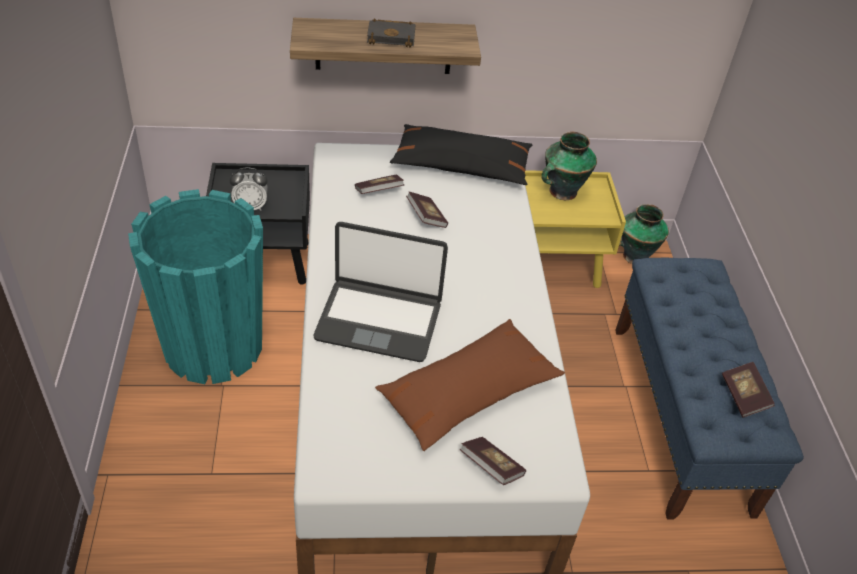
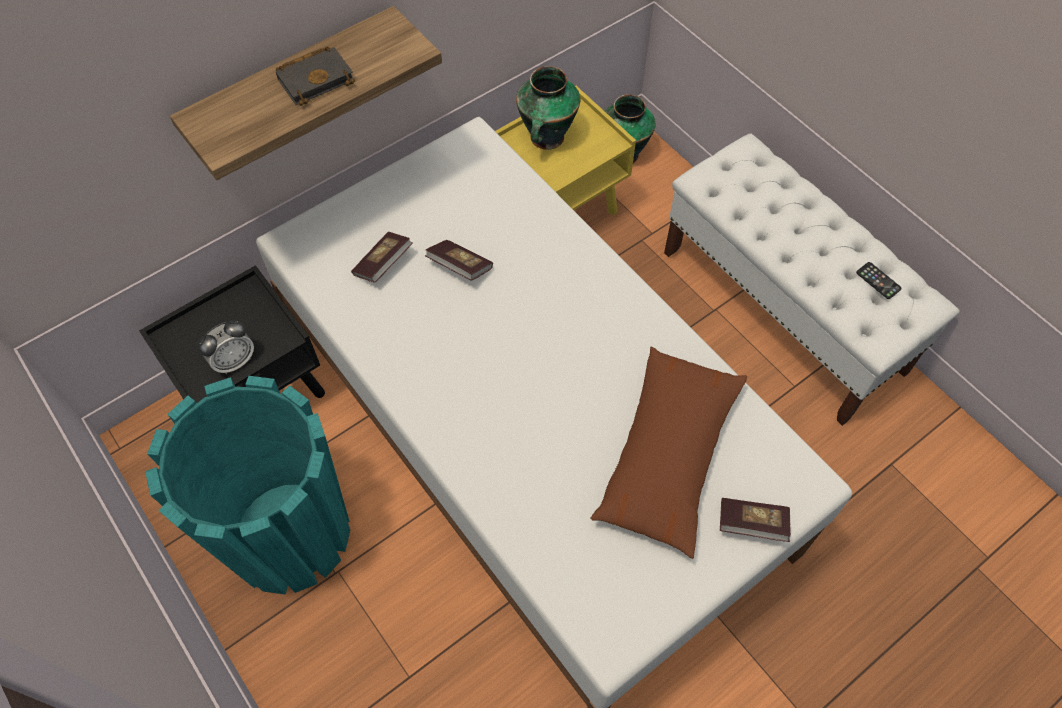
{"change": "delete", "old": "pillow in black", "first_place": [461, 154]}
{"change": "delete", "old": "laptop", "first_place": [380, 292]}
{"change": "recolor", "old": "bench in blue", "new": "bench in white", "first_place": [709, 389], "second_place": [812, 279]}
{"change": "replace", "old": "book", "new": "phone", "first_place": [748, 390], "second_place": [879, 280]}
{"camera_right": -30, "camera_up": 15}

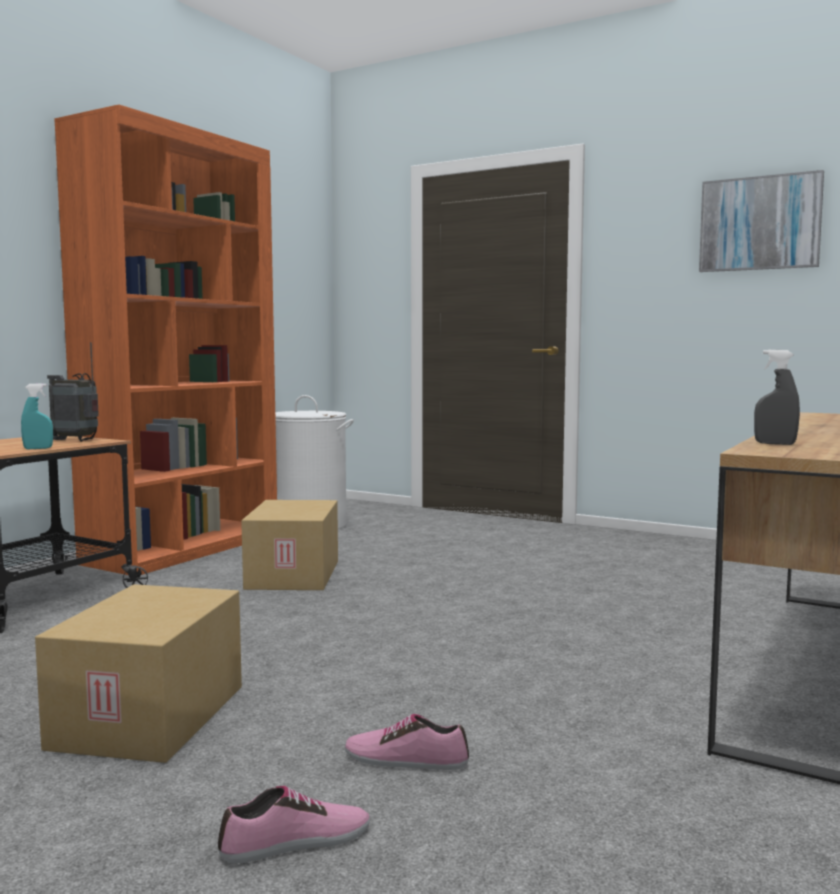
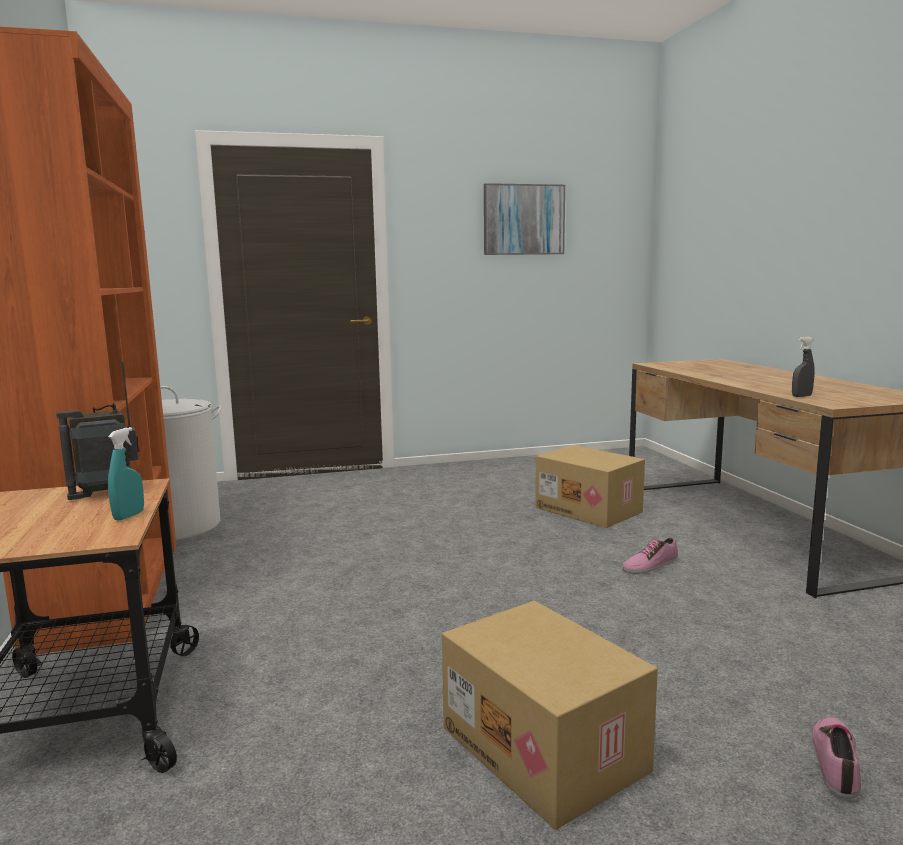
{"change": "move", "old": "cardboard box", "first_place": [289, 545], "second_place": [590, 486]}
{"change": "move", "old": "shoe", "first_place": [407, 742], "second_place": [650, 555]}
{"camera_right": -45, "camera_up": 5}

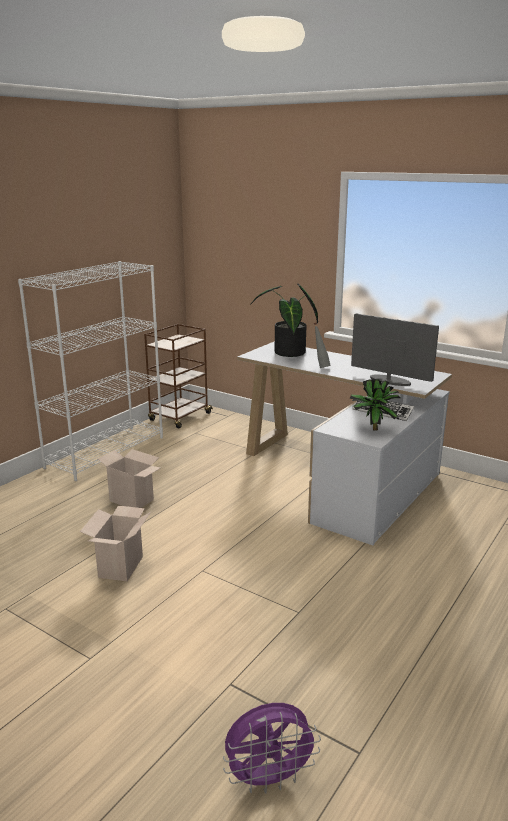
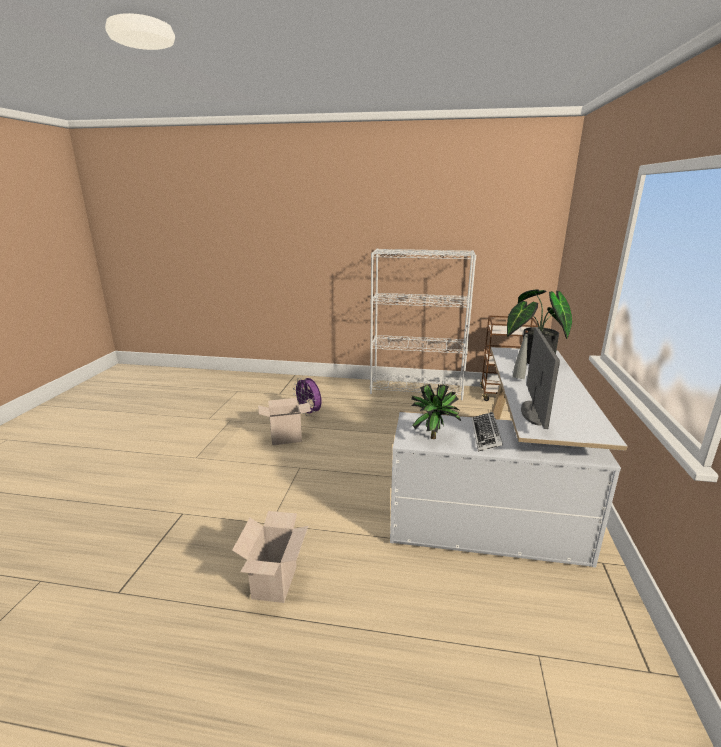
{"change": "move", "old": "cardboard box", "first_place": [129, 478], "second_place": [270, 557]}
{"change": "move", "old": "fan in purple", "first_place": [272, 748], "second_place": [307, 397]}
{"camera_right": 65, "camera_up": 0}

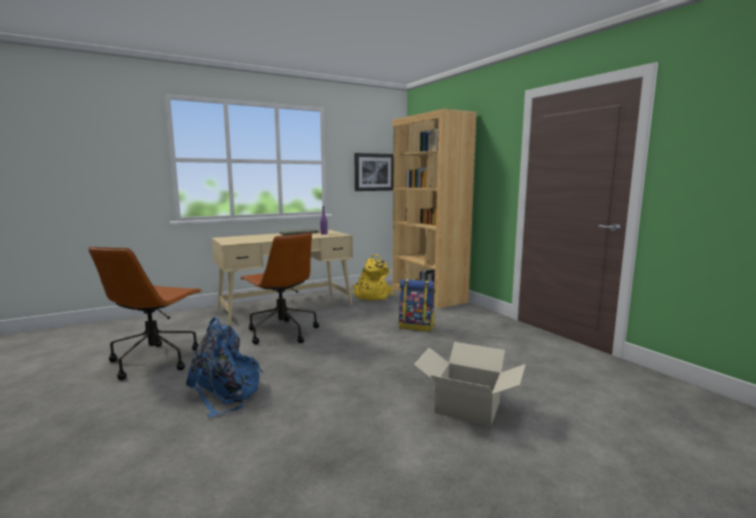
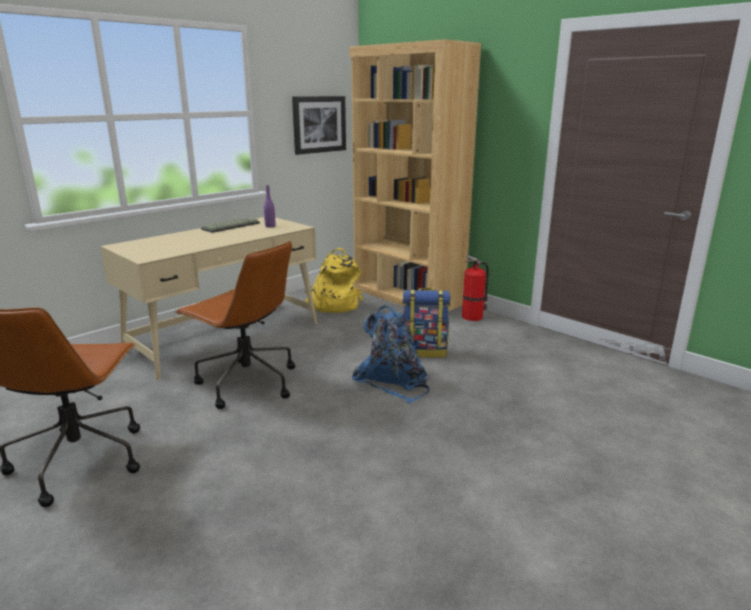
{"change": "move", "old": "backpack in blue", "first_place": [225, 367], "second_place": [391, 354]}
{"change": "delete", "old": "cardboard box", "first_place": [470, 384]}
{"change": "insert", "new": "fire extinguisher", "second_place": [475, 288]}
{"camera_right": -15, "camera_up": 10}

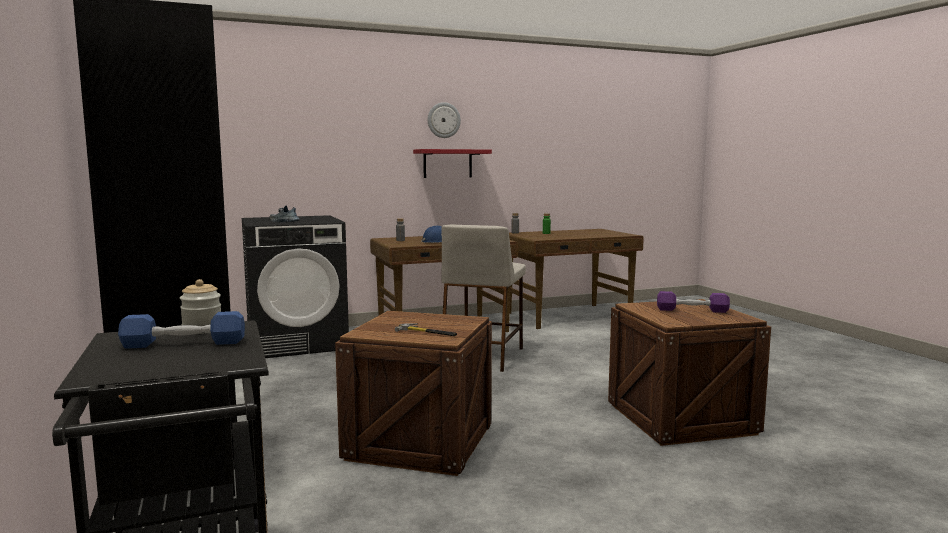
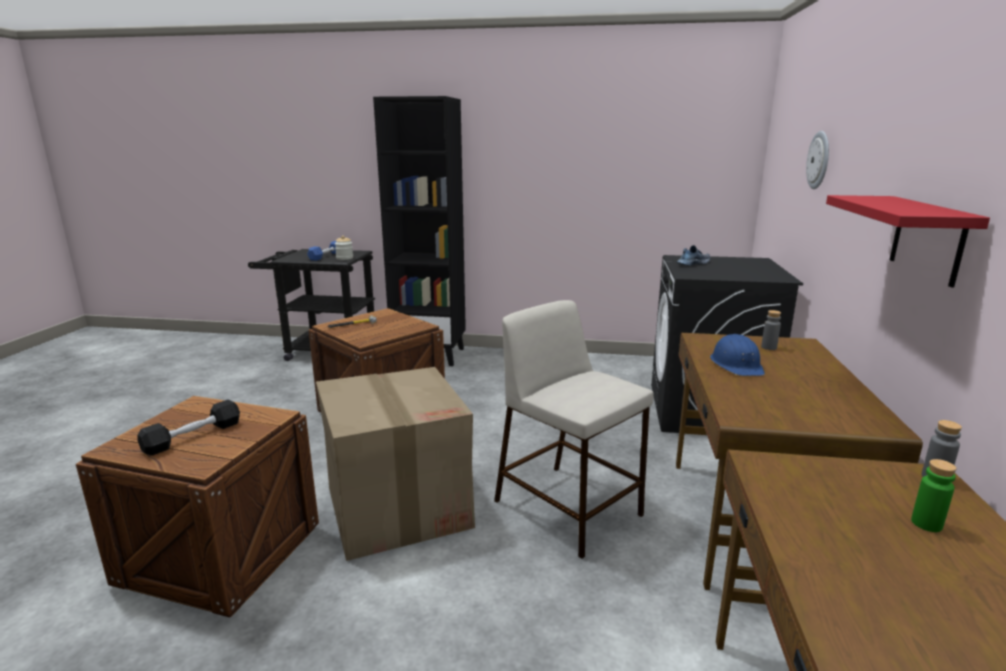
{"change": "move", "old": "wall clock", "first_place": [444, 120], "second_place": [817, 160]}
{"change": "recolor", "old": "dumbbell in purple", "new": "dumbbell in black", "first_place": [693, 302], "second_place": [189, 428]}
{"change": "insert", "new": "cardboard box", "second_place": [395, 464]}
{"camera_right": 120, "camera_up": 10}

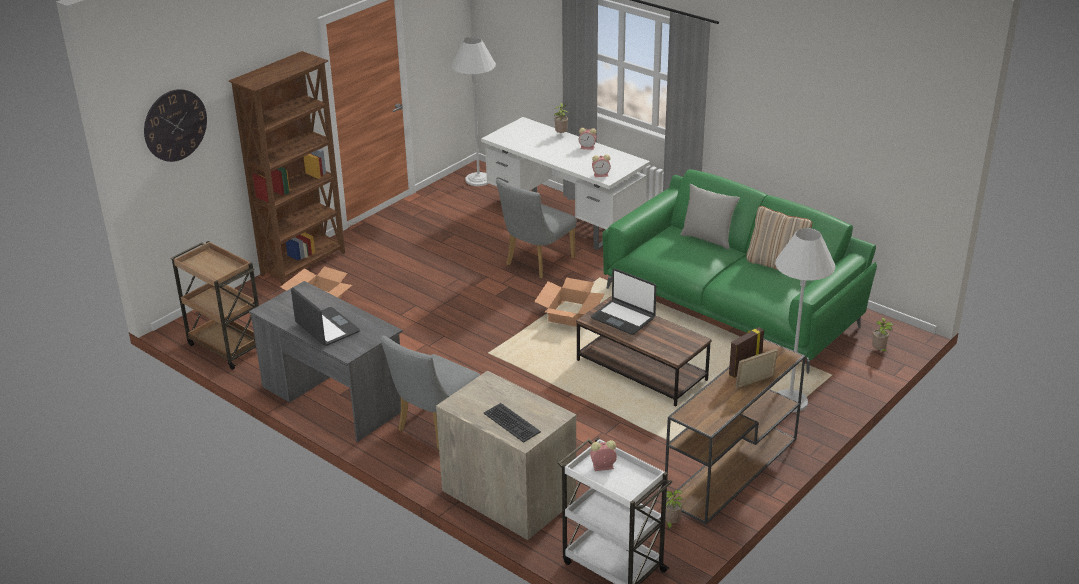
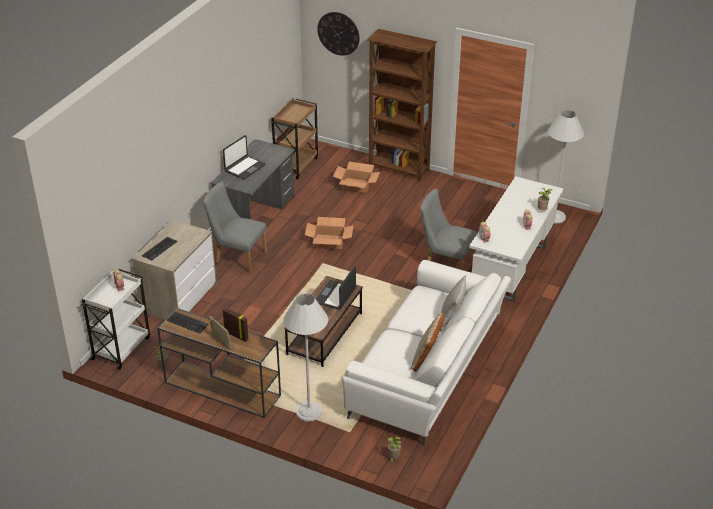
{"change": "recolor", "old": "sofa in green", "new": "sofa in white", "first_place": [739, 271], "second_place": [426, 353]}
{"change": "move", "old": "cardboard box", "first_place": [569, 302], "second_place": [329, 233]}
{"change": "insert", "new": "keyboard", "second_place": [187, 322]}
{"camera_right": 75, "camera_up": 5}

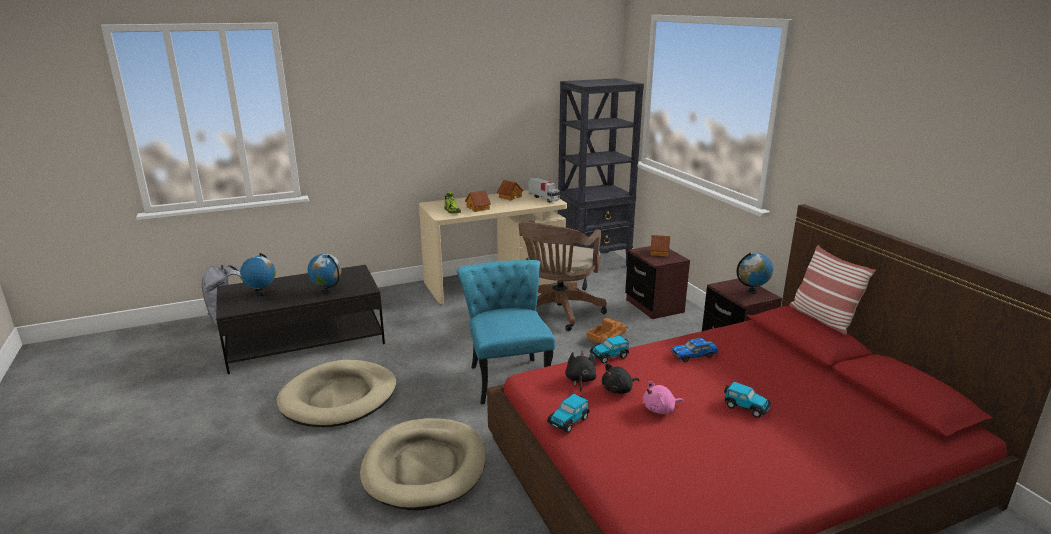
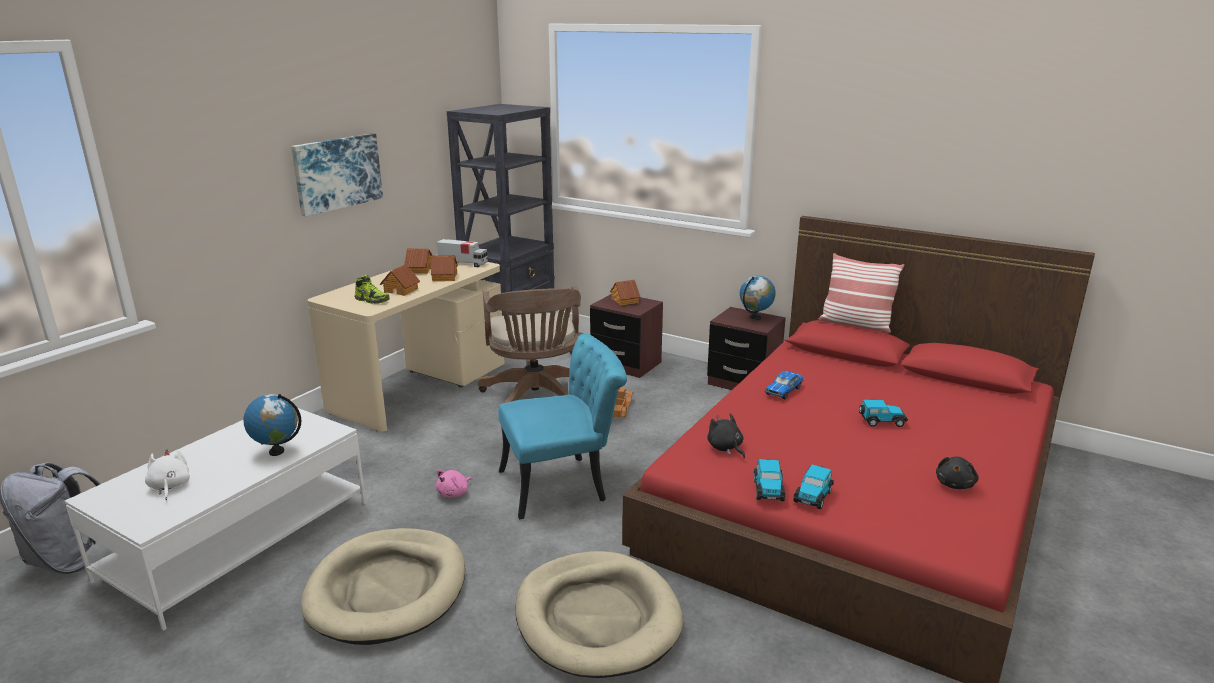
{"change": "replace", "old": "globe", "new": "plush toy in white", "first_place": [258, 274], "second_place": [167, 474]}
{"change": "rotate", "old": "chair in turquoise", "first_place": [506, 332], "second_place": [562, 426], "degrees": 120}
{"change": "recolor", "old": "coffee table in black", "new": "coffee table in white", "first_place": [300, 319], "second_place": [215, 519]}
{"change": "move", "old": "toy car", "first_place": [609, 349], "second_place": [813, 486]}
{"change": "move", "old": "plush toy in black", "first_place": [620, 379], "second_place": [957, 473]}
{"change": "move", "old": "plush toy in pink", "first_place": [663, 397], "second_place": [454, 483]}
{"change": "insert", "new": "picture", "second_place": [337, 175]}
{"change": "insert", "new": "toy house", "second_place": [444, 268]}
{"camera_right": -35, "camera_up": 0}

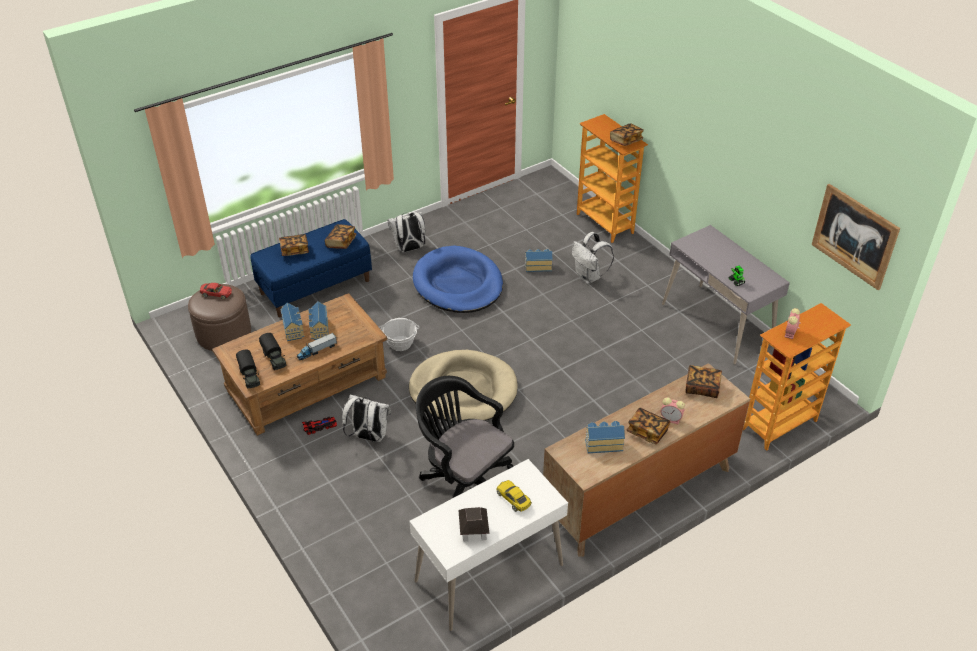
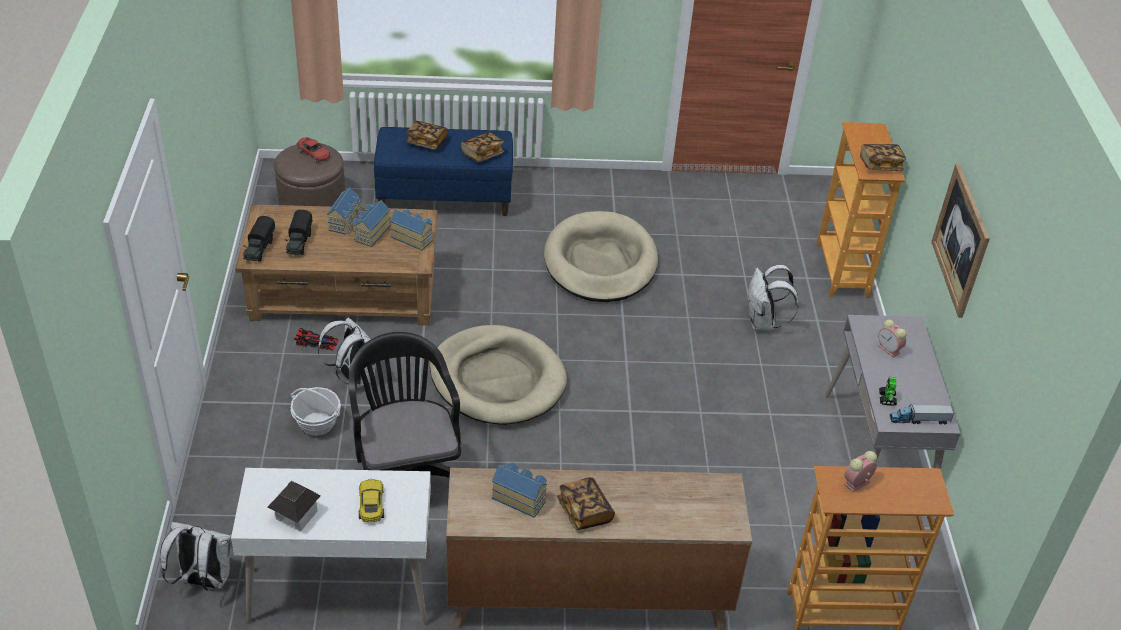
{"change": "move", "old": "picture", "first_place": [856, 237], "second_place": [960, 241]}
{"change": "move", "old": "backpack in white", "first_place": [406, 232], "second_place": [196, 556]}
{"change": "recolor", "old": "dog bed in blue", "new": "dog bed in beige", "first_place": [458, 279], "second_place": [601, 256]}
{"change": "move", "old": "toy house", "first_place": [539, 260], "second_place": [411, 229]}
{"change": "move", "old": "basket", "first_place": [400, 334], "second_place": [316, 411]}
{"change": "move", "old": "toy truck", "first_place": [317, 346], "second_place": [922, 414]}
{"change": "delete", "old": "book", "first_place": [703, 381]}
{"change": "move", "old": "alarm clock", "first_place": [673, 410], "second_place": [892, 338]}
{"camera_right": 30, "camera_up": 0}

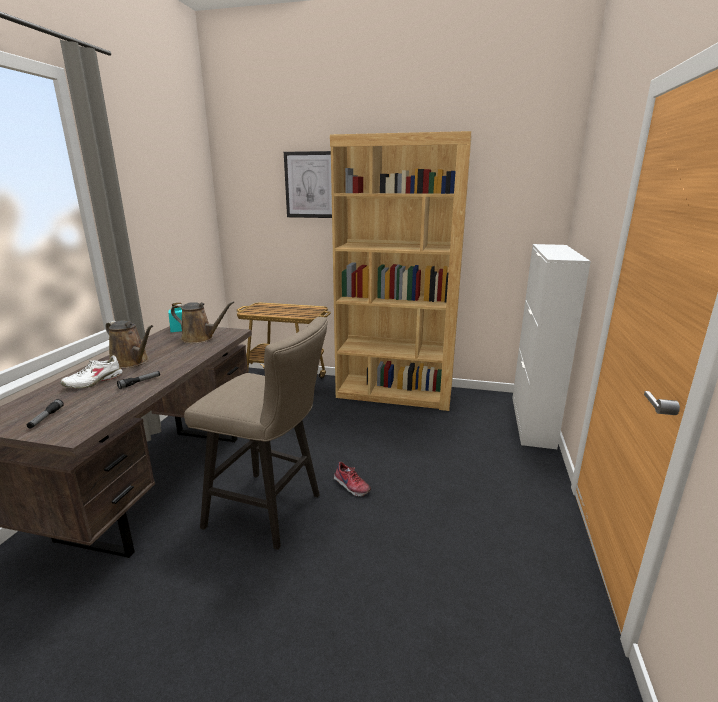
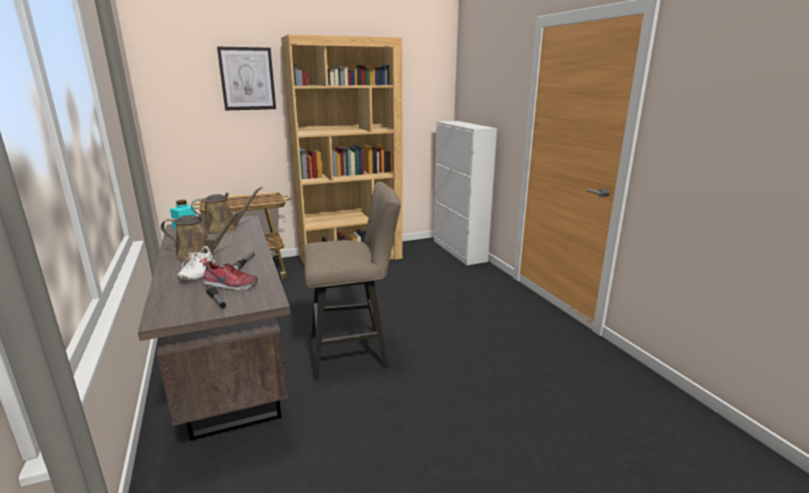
{"change": "move", "old": "shoe", "first_place": [352, 479], "second_place": [230, 276]}
{"camera_right": -35, "camera_up": 0}

